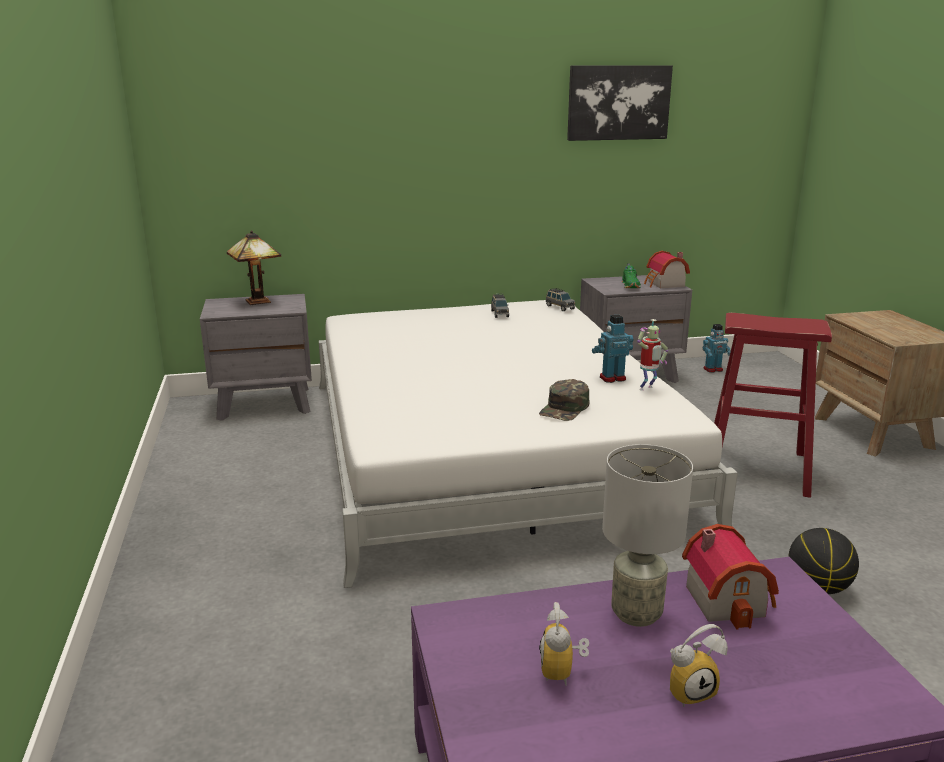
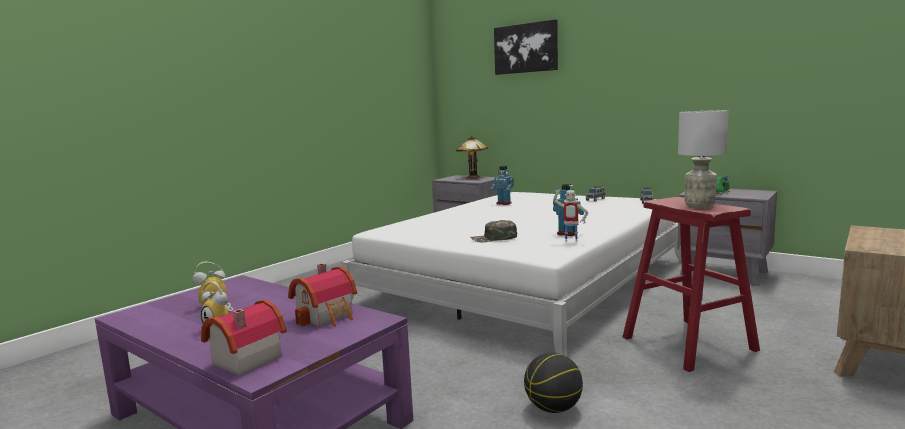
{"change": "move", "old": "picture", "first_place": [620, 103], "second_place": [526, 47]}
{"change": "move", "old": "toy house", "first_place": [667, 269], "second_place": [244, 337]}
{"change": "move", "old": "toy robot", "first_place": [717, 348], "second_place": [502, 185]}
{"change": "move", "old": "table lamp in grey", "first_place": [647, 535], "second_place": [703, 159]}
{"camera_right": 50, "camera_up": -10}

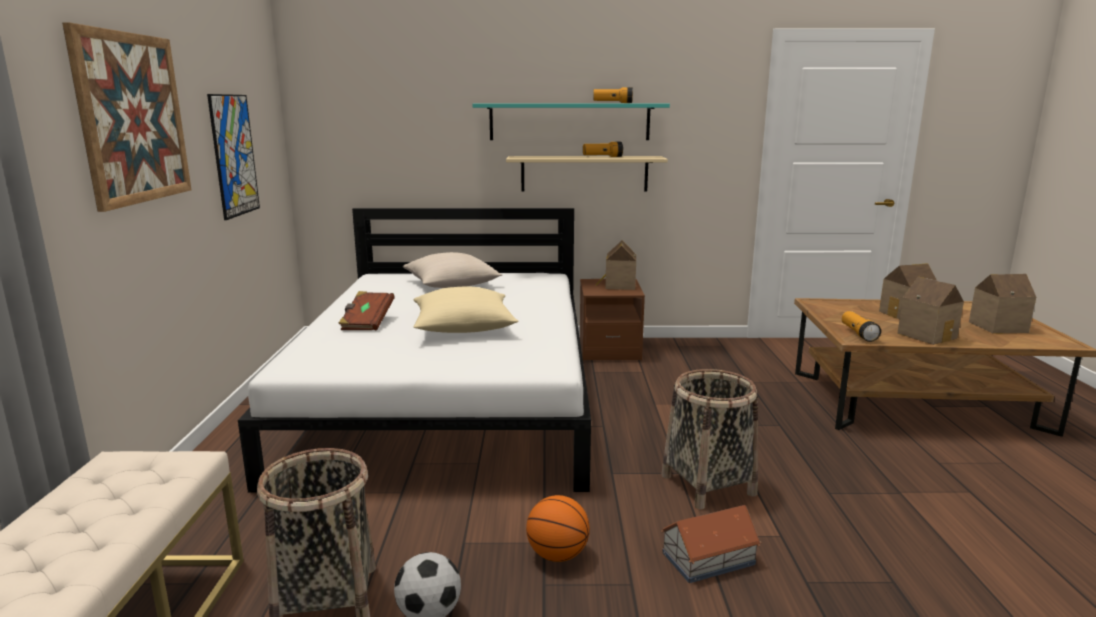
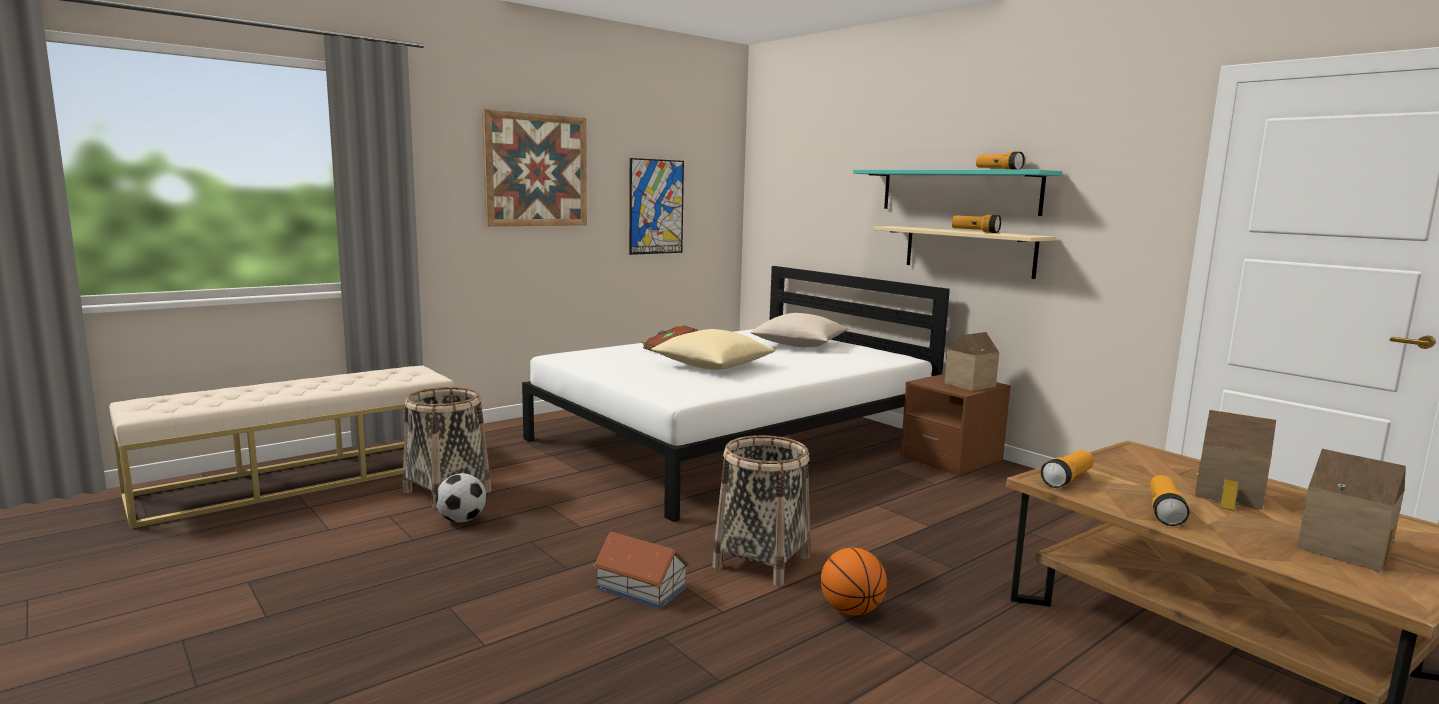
{"change": "replace", "old": "toy house", "new": "flashlight", "first_place": [930, 311], "second_place": [1169, 500]}
{"change": "move", "old": "basketball", "first_place": [558, 528], "second_place": [854, 581]}
{"camera_right": 50, "camera_up": -5}

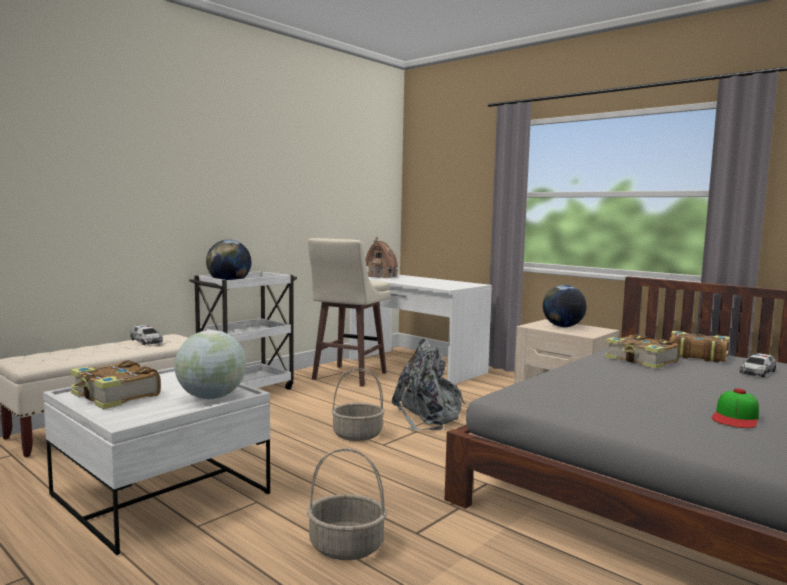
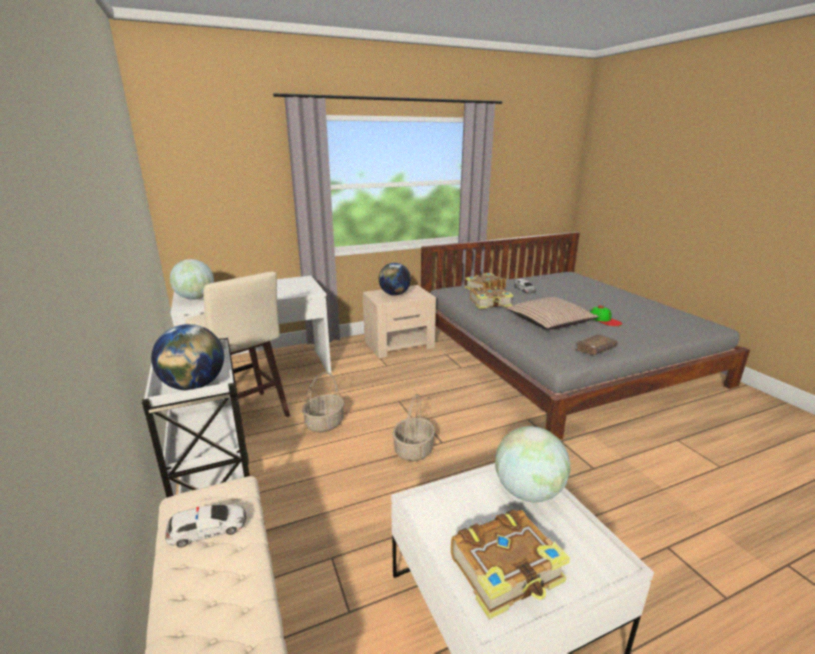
{"change": "replace", "old": "toy house", "new": "globe", "first_place": [381, 257], "second_place": [192, 279]}
{"change": "delete", "old": "backpack in grey", "first_place": [428, 384]}
{"change": "move", "old": "basket", "first_place": [347, 504], "second_place": [323, 402]}
{"change": "insert", "new": "pillow", "second_place": [552, 313]}
{"change": "insert", "new": "book in brown", "second_place": [596, 344]}
{"camera_right": -65, "camera_up": 15}

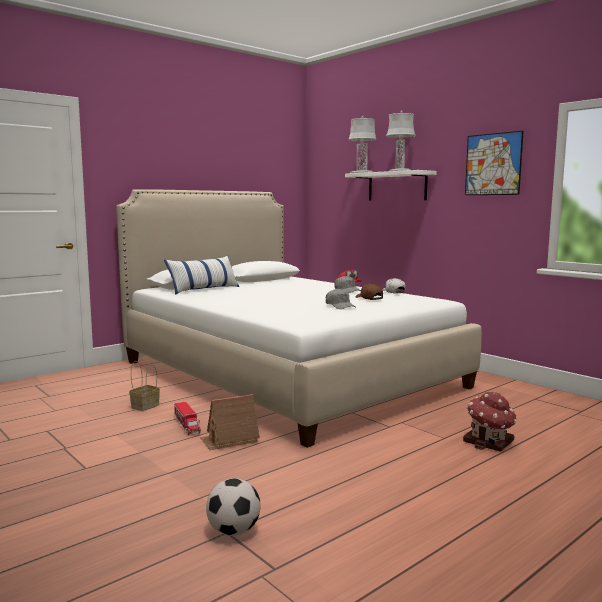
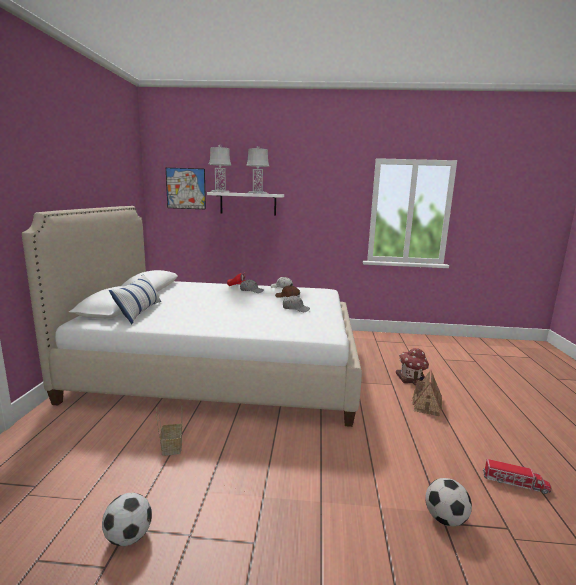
{"change": "move", "old": "picture", "first_place": [494, 163], "second_place": [186, 188]}
{"change": "move", "old": "toy house", "first_place": [230, 422], "second_place": [427, 392]}
{"change": "move", "old": "toy truck", "first_place": [187, 418], "second_place": [517, 476]}
{"change": "insert", "new": "football", "second_place": [127, 519]}
{"camera_right": -45, "camera_up": 5}

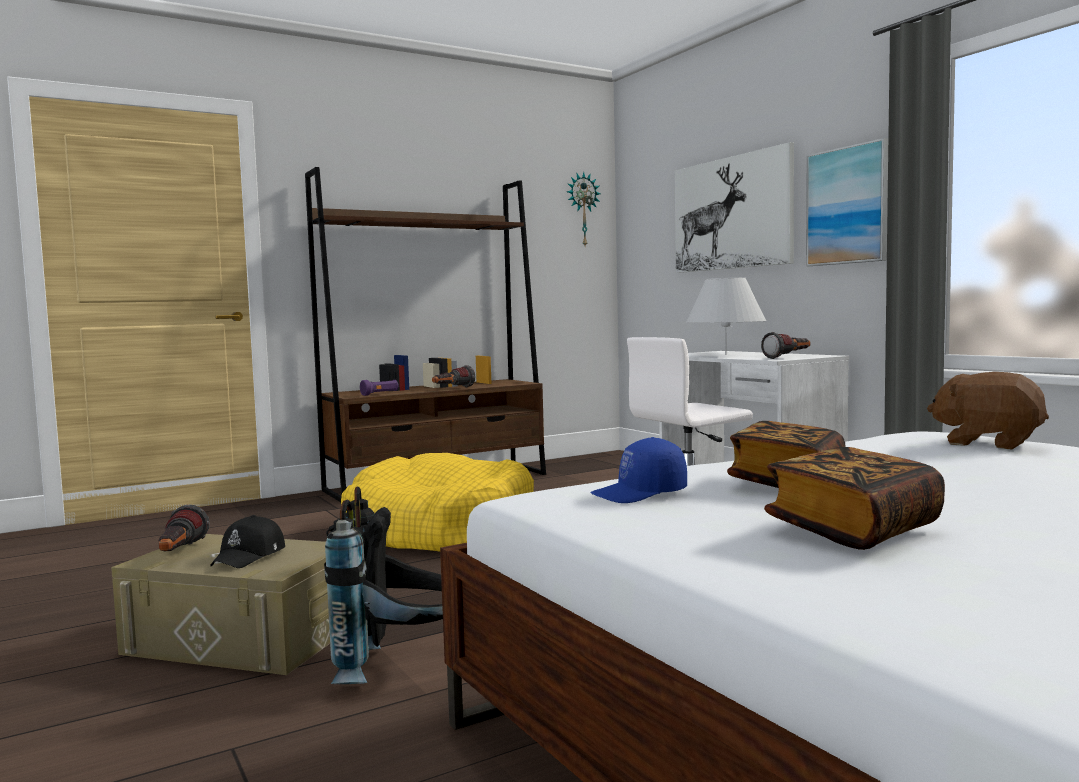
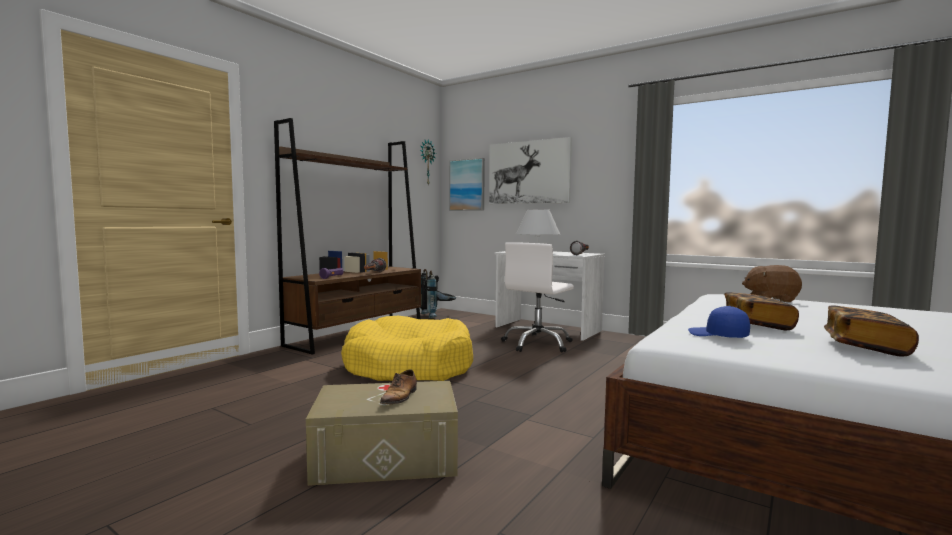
{"change": "move", "old": "picture", "first_place": [847, 202], "second_place": [467, 184]}
{"change": "rotate", "old": "cap in blue", "first_place": [638, 470], "second_place": [719, 322], "degrees": 90}
{"change": "move", "old": "backpack in black", "first_place": [383, 585], "second_place": [438, 293]}
{"change": "delete", "old": "flashlight", "first_place": [184, 528]}
{"change": "replace", "old": "cap in black", "new": "shoe", "first_place": [247, 541], "second_place": [398, 386]}
{"camera_right": -25, "camera_up": 0}

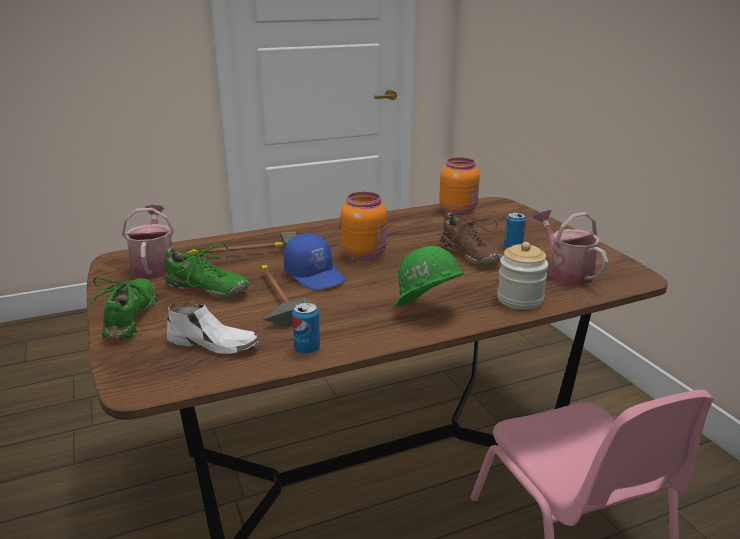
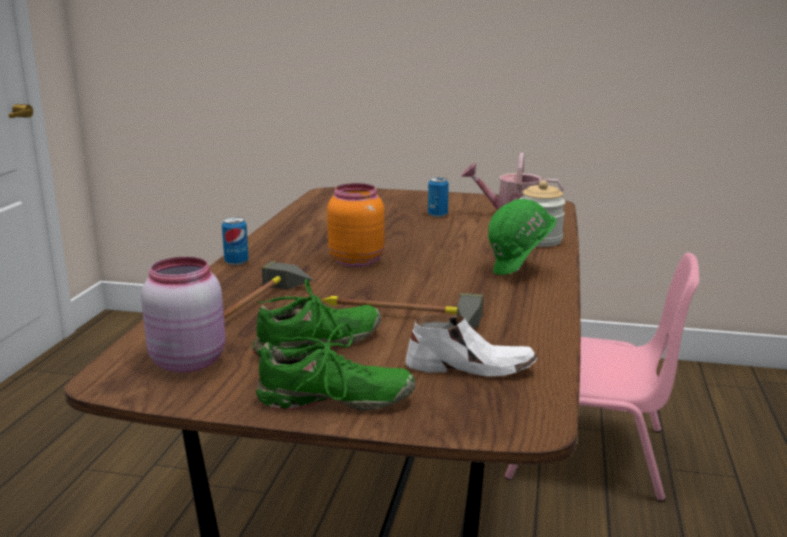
{"change": "delete", "old": "jar in orange", "first_place": [459, 186]}
{"change": "replace", "old": "watering can", "new": "jar in pink", "first_place": [148, 241], "second_place": [183, 315]}
{"change": "delete", "old": "shoe in brown", "first_place": [470, 238]}
{"change": "delete", "old": "cap in blue", "first_place": [314, 262]}
{"change": "rotate", "old": "shoe in green", "first_place": [123, 309], "second_place": [335, 367], "degrees": 150}
{"change": "rotate", "old": "shoe in white", "first_place": [213, 327], "second_place": [471, 346], "degrees": 45}
{"change": "move", "old": "can", "first_place": [306, 328], "second_place": [235, 241]}
{"camera_right": -55, "camera_up": -5}

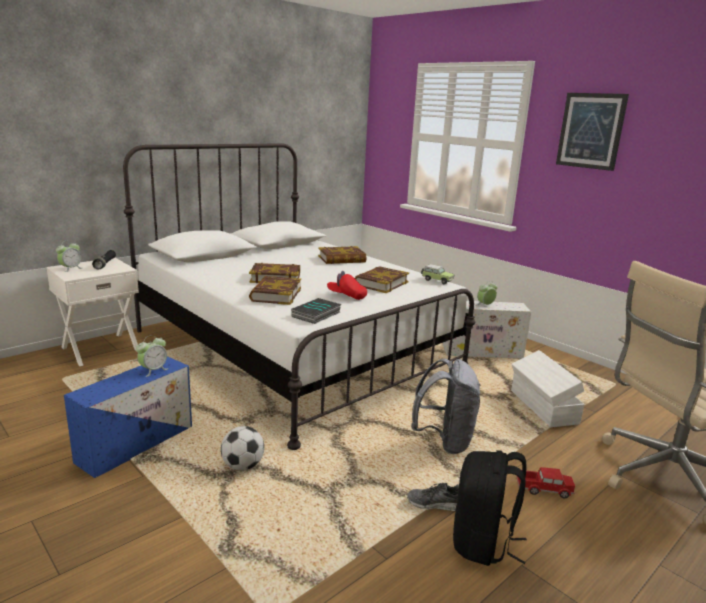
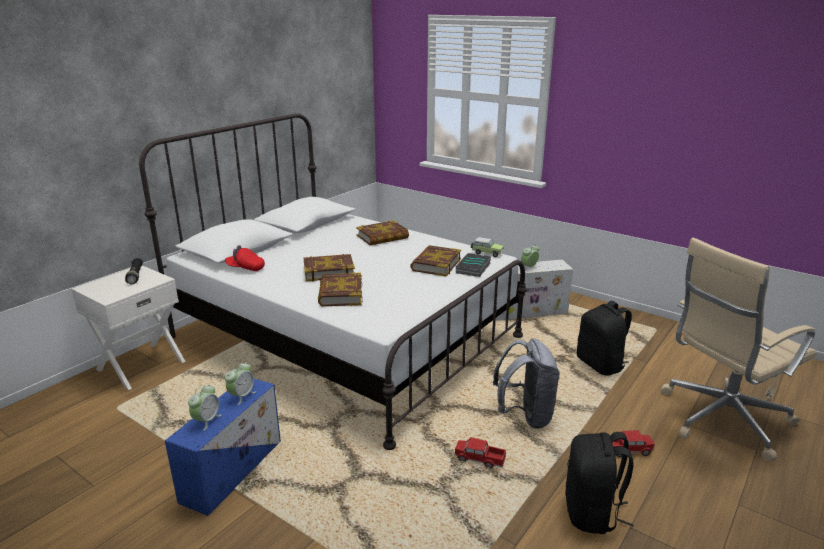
{"change": "delete", "old": "picture", "first_place": [592, 132]}
{"change": "move", "old": "alarm clock", "first_place": [68, 256], "second_place": [205, 408]}
{"change": "move", "old": "cap in red", "first_place": [347, 285], "second_place": [245, 258]}
{"change": "move", "old": "book", "first_place": [316, 311], "second_place": [473, 265]}
{"change": "replace", "old": "storage box in white", "new": "backpack in black", "first_place": [547, 388], "second_place": [604, 338]}
{"change": "delete", "old": "football", "first_place": [242, 448]}
{"change": "delete", "old": "shoe", "first_place": [433, 497]}
{"change": "insert", "new": "toy truck", "second_place": [480, 452]}
{"camera_right": -10, "camera_up": 5}

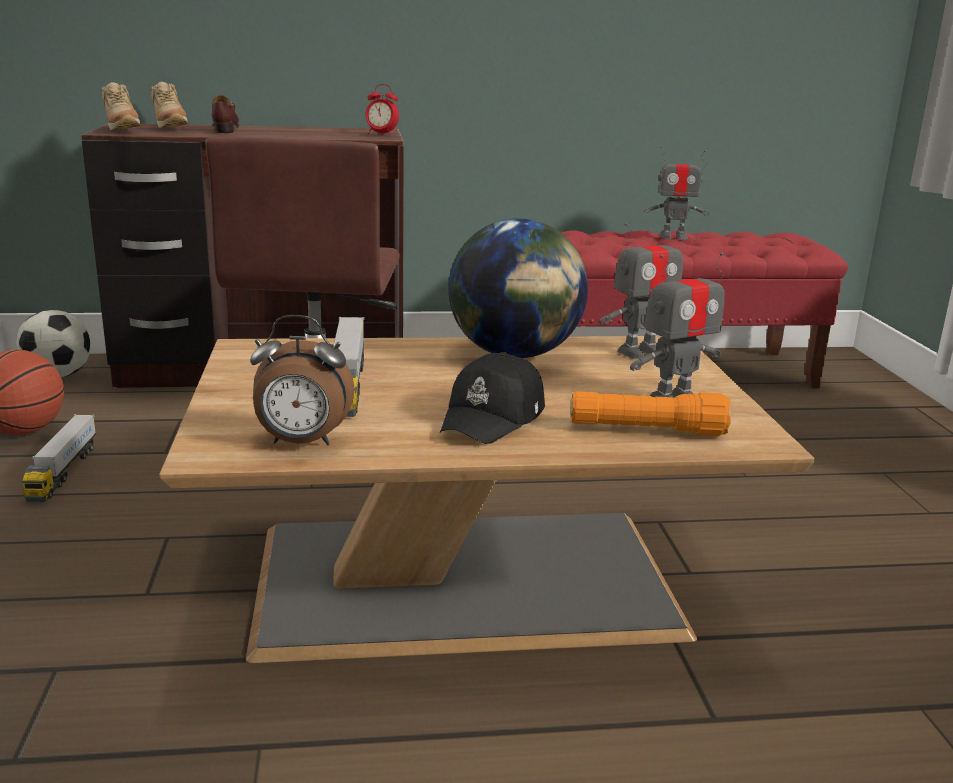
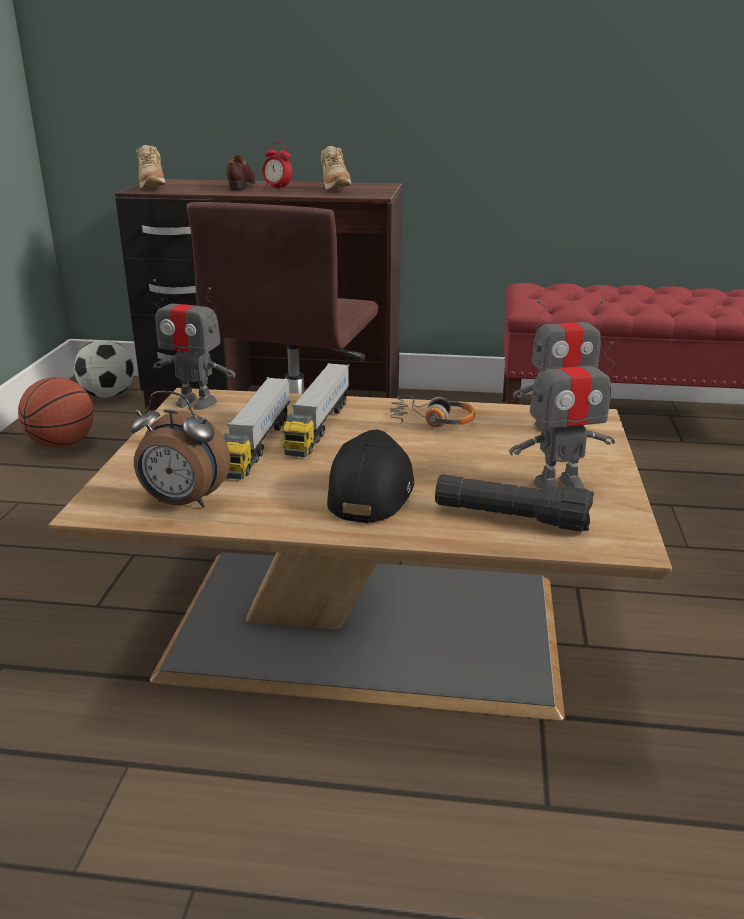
{"change": "move", "old": "shoe in beige", "first_place": [169, 105], "second_place": [336, 168]}
{"change": "move", "old": "alarm clock", "first_place": [382, 109], "second_place": [277, 166]}
{"change": "move", "old": "toy robot", "first_place": [676, 193], "second_place": [194, 344]}
{"change": "replace", "old": "globe", "new": "headphones", "first_place": [518, 288], "second_place": [432, 411]}
{"change": "rotate", "old": "cap in black", "first_place": [492, 398], "second_place": [370, 476], "degrees": 150}
{"change": "recolor", "old": "flashlight in orange", "new": "flashlight in black", "first_place": [651, 413], "second_place": [514, 503]}
{"change": "move", "old": "toy truck", "first_place": [59, 458], "second_place": [315, 410]}
{"camera_right": 15, "camera_up": 5}

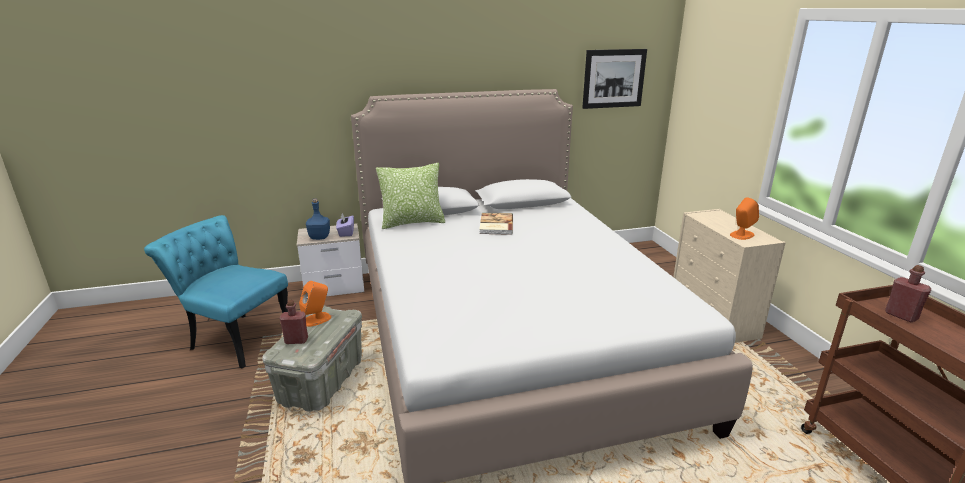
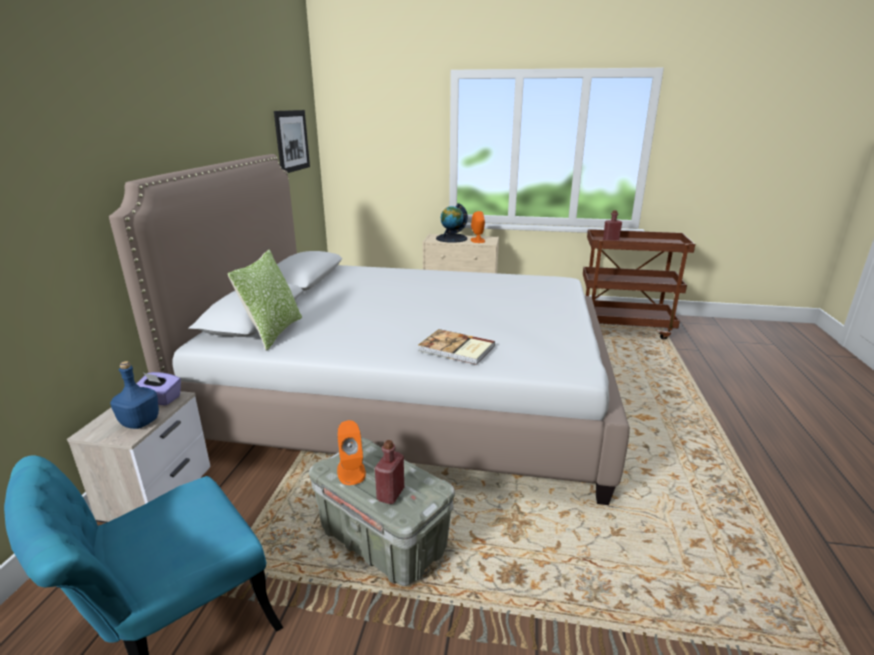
{"change": "move", "old": "book", "first_place": [496, 224], "second_place": [456, 347]}
{"change": "insert", "new": "globe", "second_place": [452, 223]}
{"camera_right": -65, "camera_up": 0}

